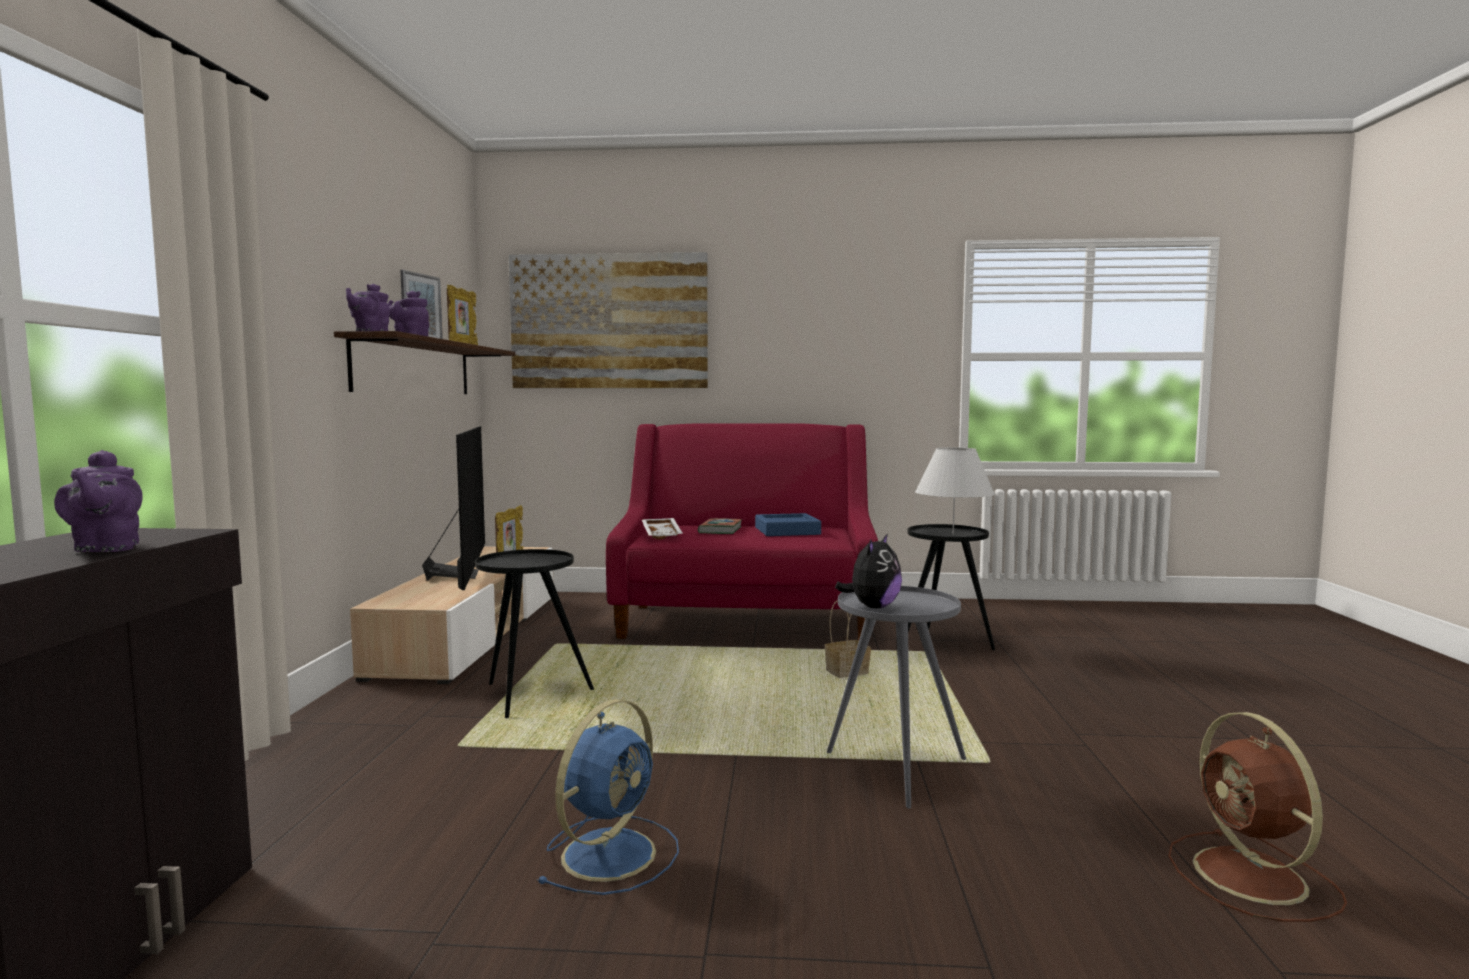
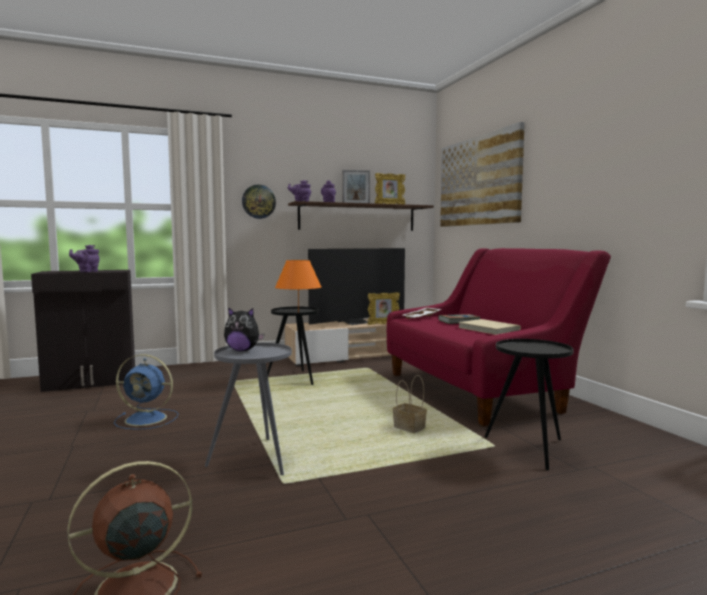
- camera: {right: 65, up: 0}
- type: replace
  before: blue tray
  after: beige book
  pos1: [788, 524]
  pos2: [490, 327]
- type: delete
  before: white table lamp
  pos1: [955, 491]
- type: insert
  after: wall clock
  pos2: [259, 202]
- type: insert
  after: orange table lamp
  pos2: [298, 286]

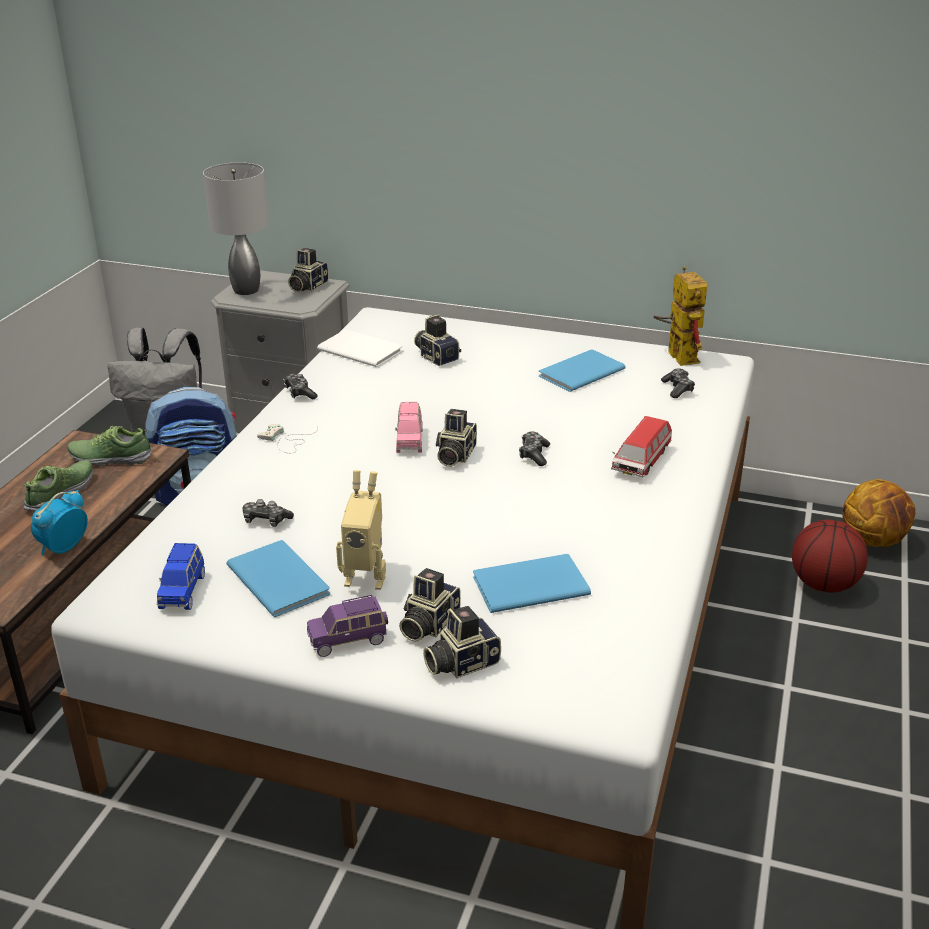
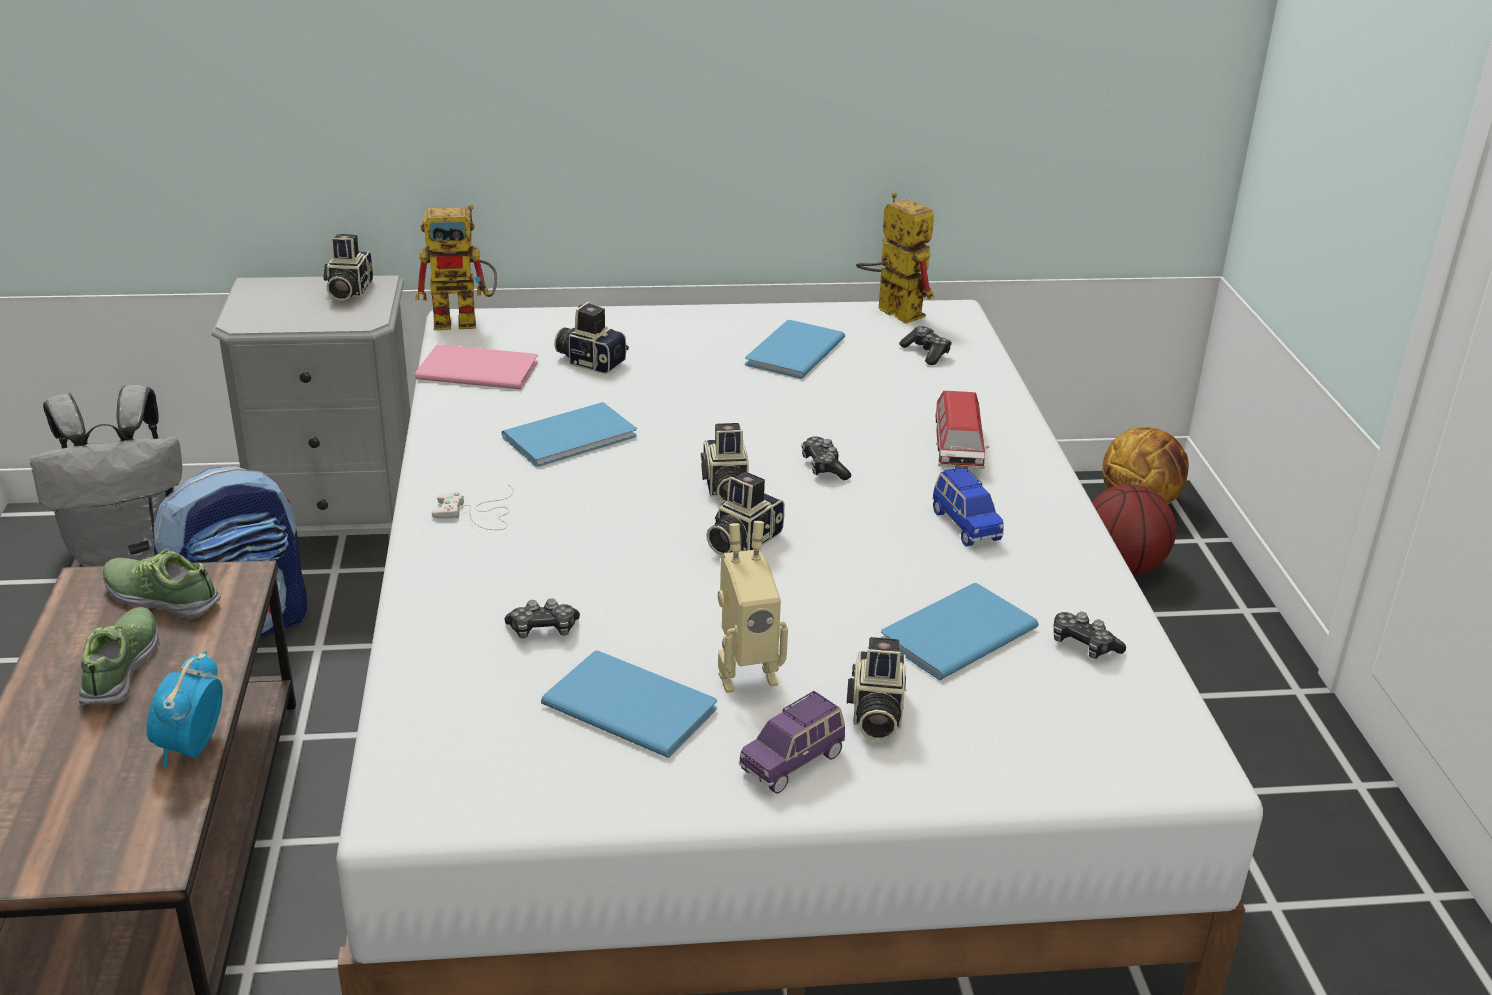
- camera: {right: -25, up: 0}
- type: rotate
  before: shoe
  pos1: [110, 446]
  pos2: [162, 584]
  turn: 45
- type: move
  before: blue toy car
  pos1: [181, 576]
  pos2: [968, 506]
- type: delete
  before: grey table lamp
  pos1: [236, 228]
- type: move
  before: game controller
  pos1: [300, 386]
  pos2: [1089, 635]
- type: recolor
  before: white book
  after: pink book
  pos1: [360, 348]
  pos2: [476, 366]
- type: delete
  before: pink toy car
  pos1: [409, 427]
- type: move
  before: photo camera
  pos1: [462, 642]
  pos2: [745, 513]
- type: insert
  after: toy robot
  pos2: [456, 267]
- type: insert
  after: blue book
  pos2: [569, 434]

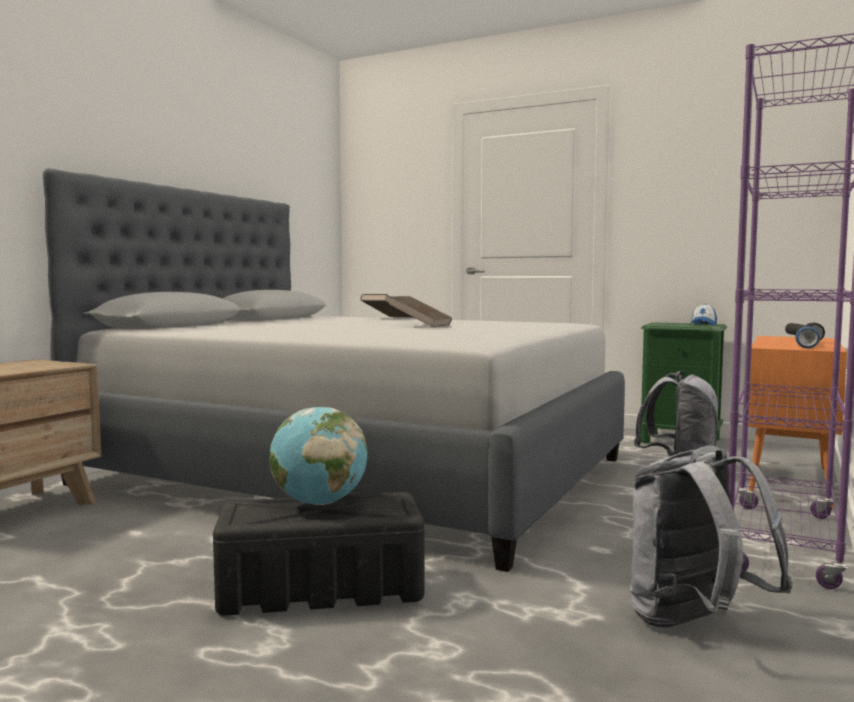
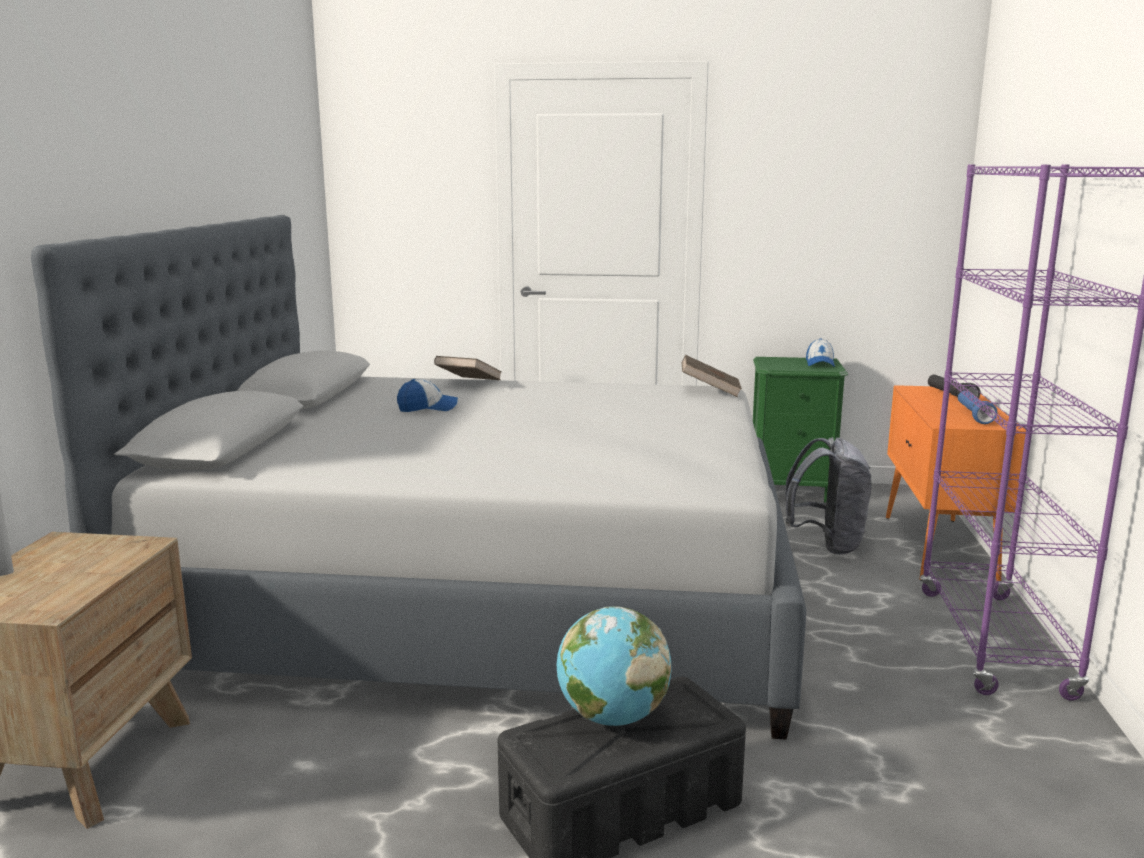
- camera: {right: -20, up: 10}
- type: move
  before: brown book
  pos1: [420, 311]
  pos2: [712, 376]
- type: delete
  before: grey backpack
  pos1: [711, 536]
- type: insert
  after: cap
  pos2: [427, 395]

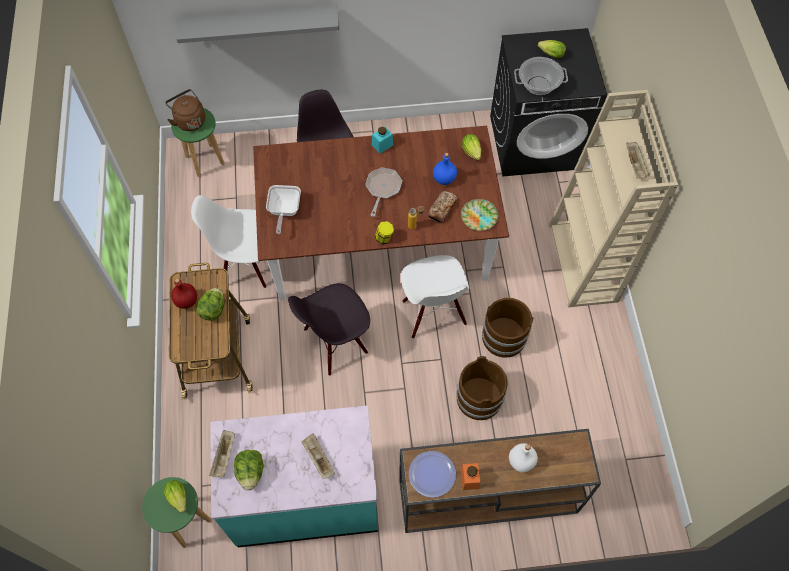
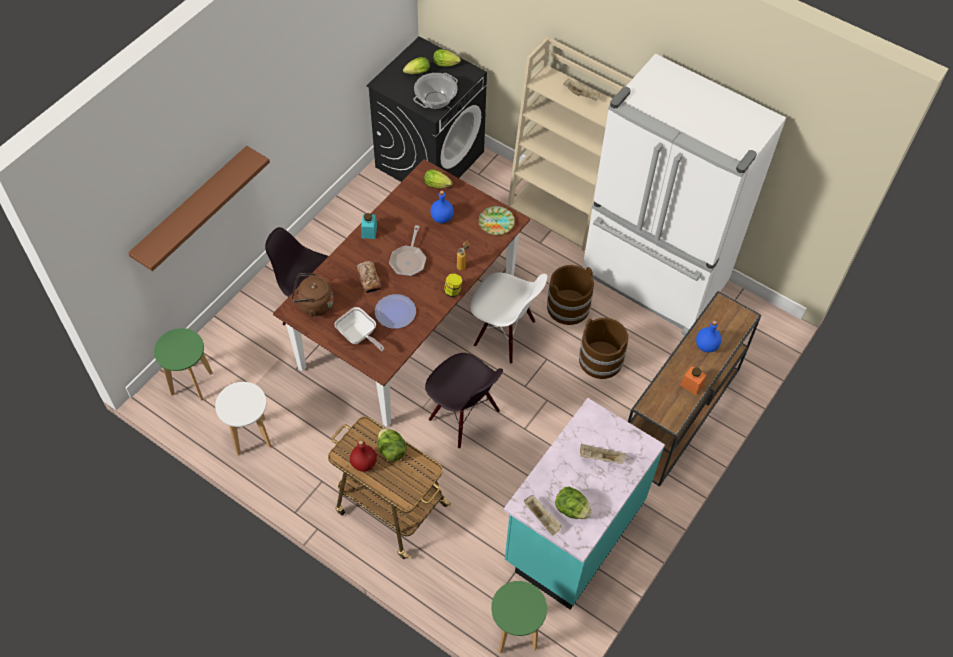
- camera: {right: -50, up: -5}
- type: move
  before: lettuce
  pos1: [174, 496]
  pos2: [447, 58]
- type: move
  before: brown kettle
  pos1: [185, 110]
  pos2: [313, 295]
- type: recolor
  before: grey shelf
  after: brown shelf
  pos1: [257, 24]
  pos2: [199, 208]
- type: delete
  before: white chair
  pos1: [228, 241]
- type: rotate
  before: black chair
  pos1: [329, 329]
  pos2: [464, 401]
  turn: -60
- type: rotate
  before: frying pan
  pos1: [384, 192]
  pos2: [407, 250]
  turn: -135
- type: move
  before: plate
  pos1: [432, 474]
  pos2: [395, 311]
- type: move
  before: bread
  pos1: [443, 207]
  pos2: [368, 277]
- type: recolor
  before: white bottle
  after: blue bottle
  pos1: [523, 457]
  pos2: [708, 336]
- type: insert
  after: white stool
  pos2: [243, 419]
- type: insert
  after: white fridge
  pos2: [684, 195]

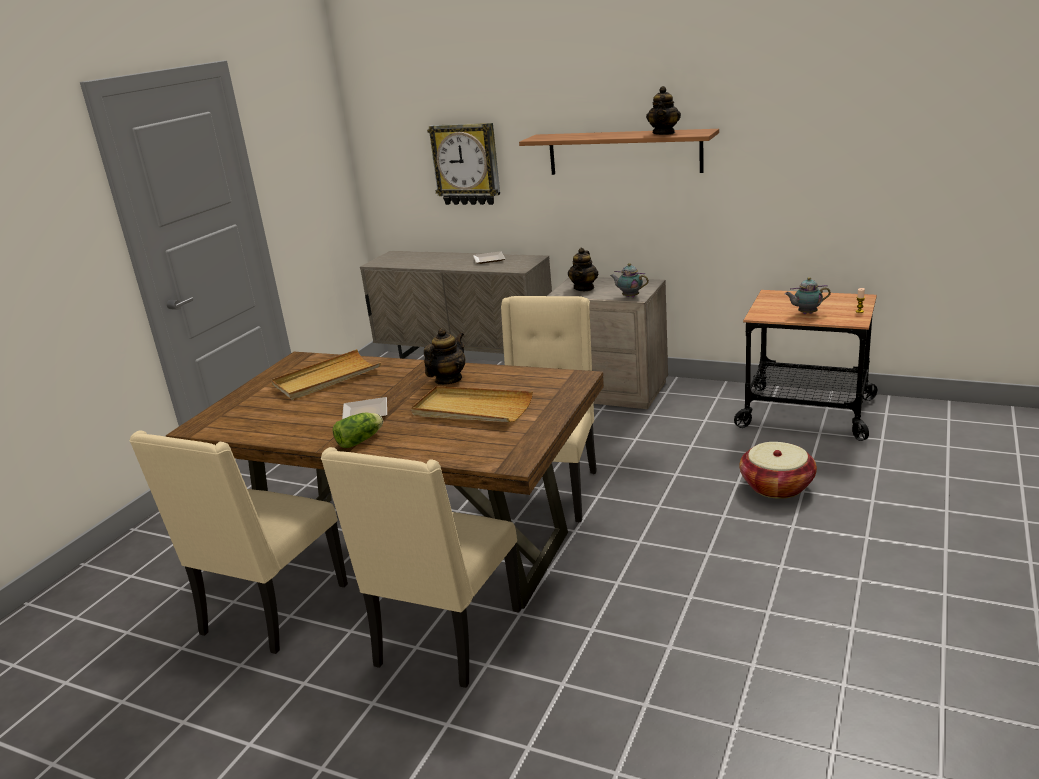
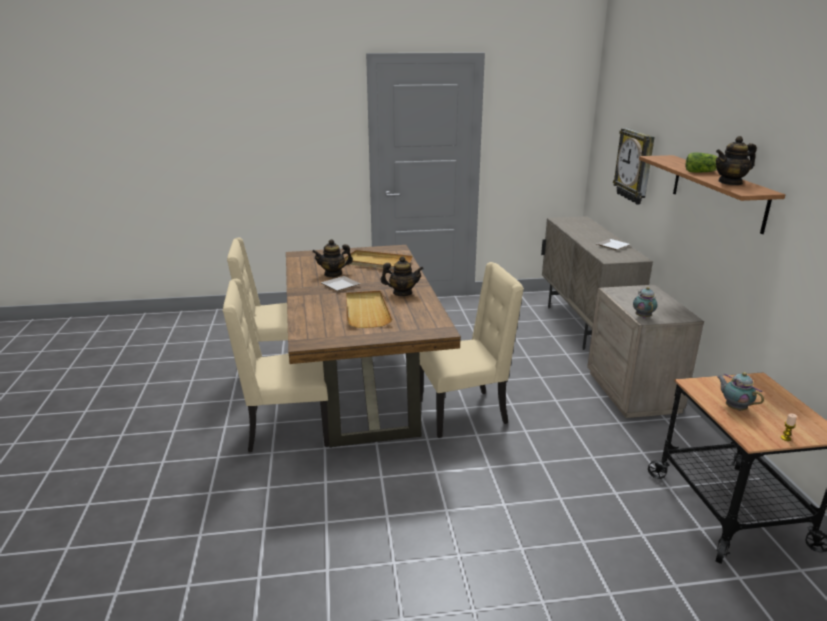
- camera: {right: 55, up: 0}
- type: move
  before: lettuce
  pos1: [358, 430]
  pos2: [701, 162]
- type: move
  before: teapot
  pos1: [583, 269]
  pos2: [332, 258]
- type: delete
  before: basket
  pos1: [778, 470]

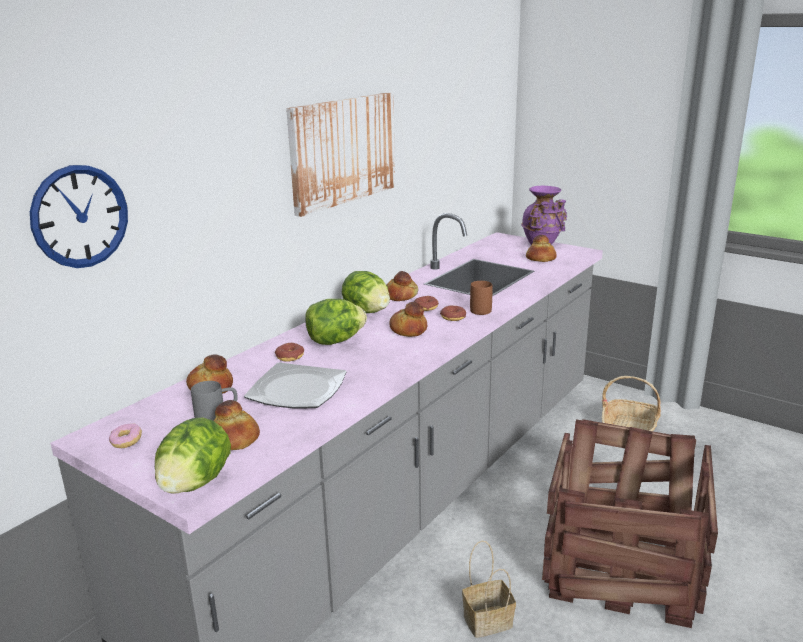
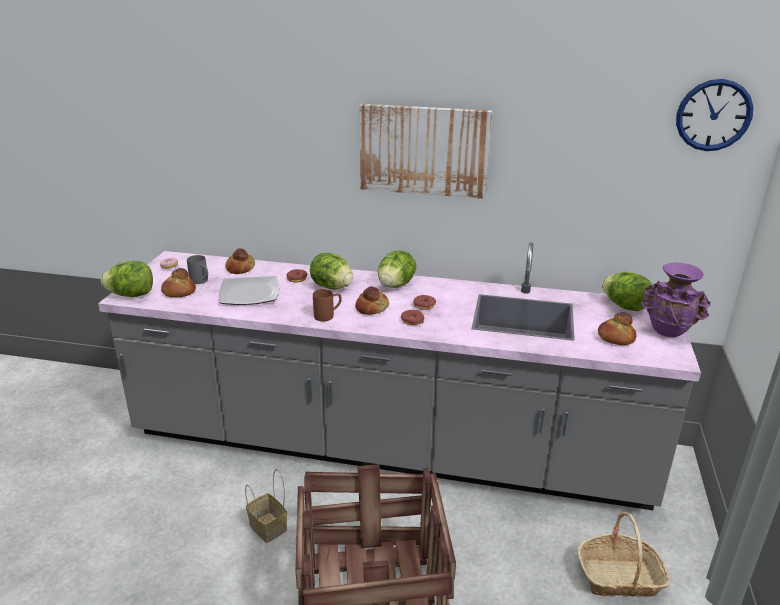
- camera: {right: 65, up: 5}
- type: move
  before: wall clock
  pos1: [79, 216]
  pos2: [715, 115]
- type: delete
  before: bread
  pos1: [402, 286]
- type: move
  before: brown mug
  pos1: [481, 298]
  pos2: [327, 305]
- type: insert
  after: lettuce
  pos2: [627, 291]

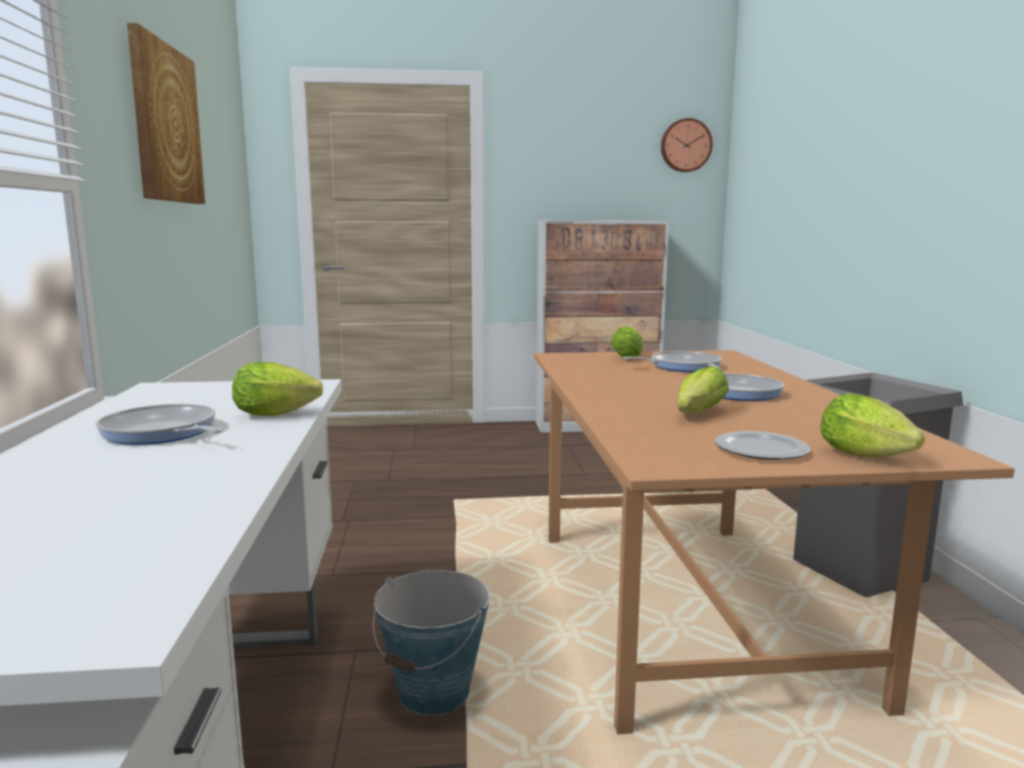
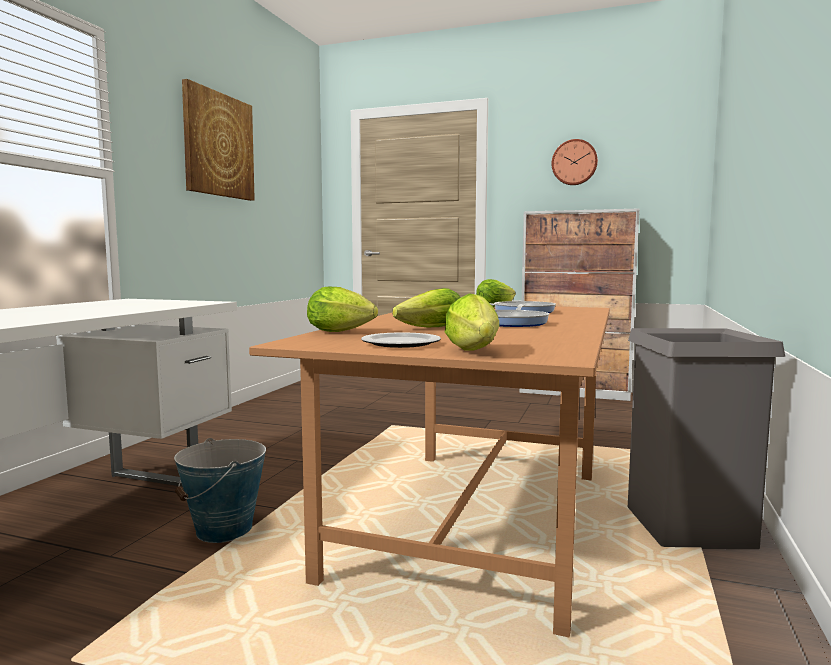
- camera: {right: 25, up: -5}
- type: delete
  before: frying pan
  pos1: [159, 424]
- type: move
  before: lettuce
  pos1: [277, 389]
  pos2: [342, 309]
- type: move
  before: wall clock
  pos1: [687, 145]
  pos2: [575, 162]

